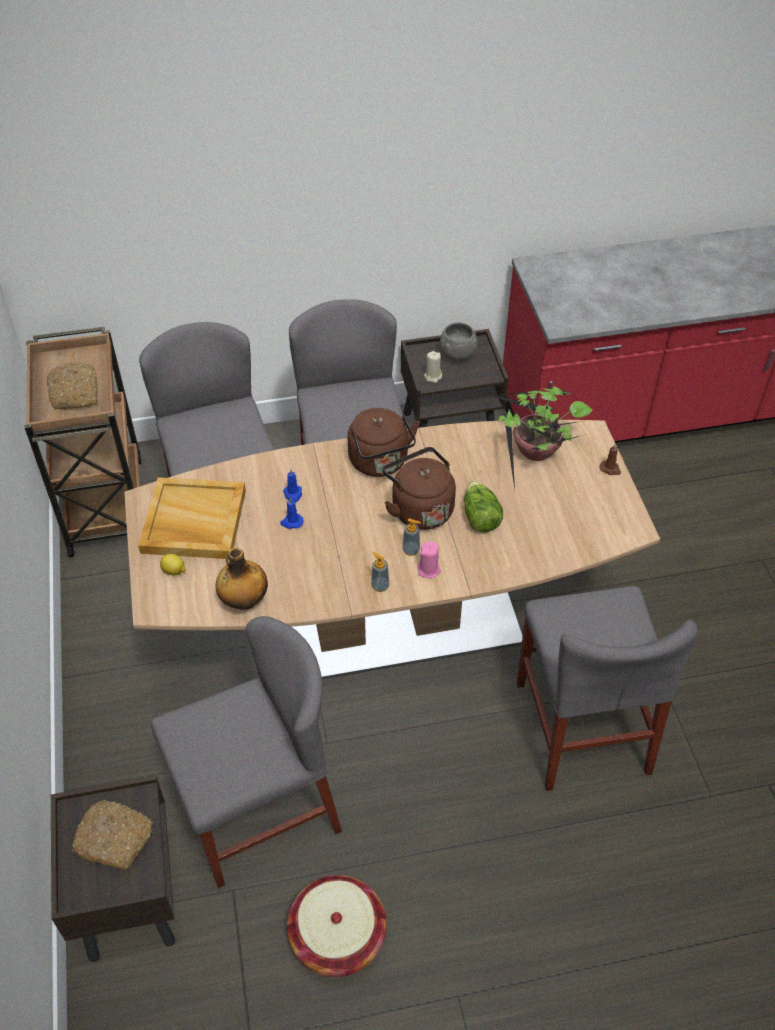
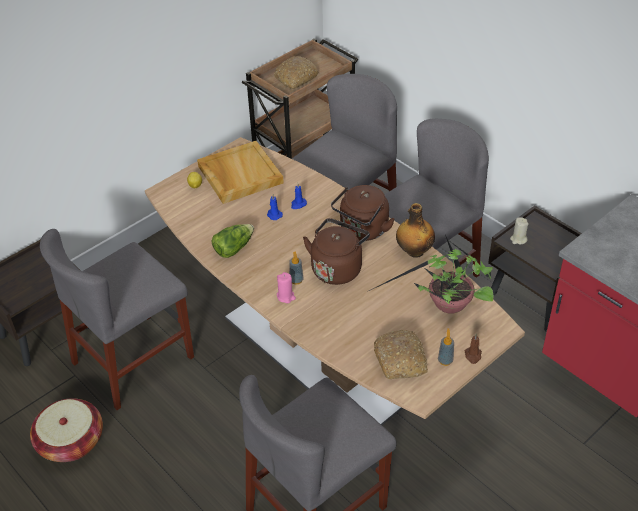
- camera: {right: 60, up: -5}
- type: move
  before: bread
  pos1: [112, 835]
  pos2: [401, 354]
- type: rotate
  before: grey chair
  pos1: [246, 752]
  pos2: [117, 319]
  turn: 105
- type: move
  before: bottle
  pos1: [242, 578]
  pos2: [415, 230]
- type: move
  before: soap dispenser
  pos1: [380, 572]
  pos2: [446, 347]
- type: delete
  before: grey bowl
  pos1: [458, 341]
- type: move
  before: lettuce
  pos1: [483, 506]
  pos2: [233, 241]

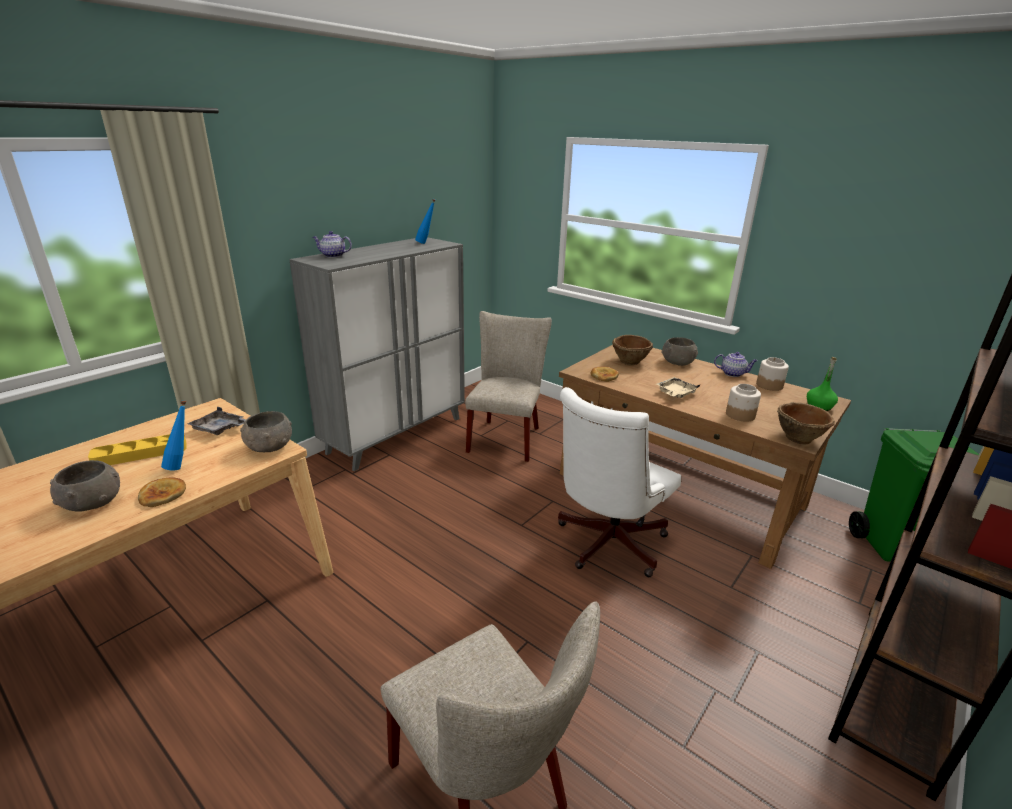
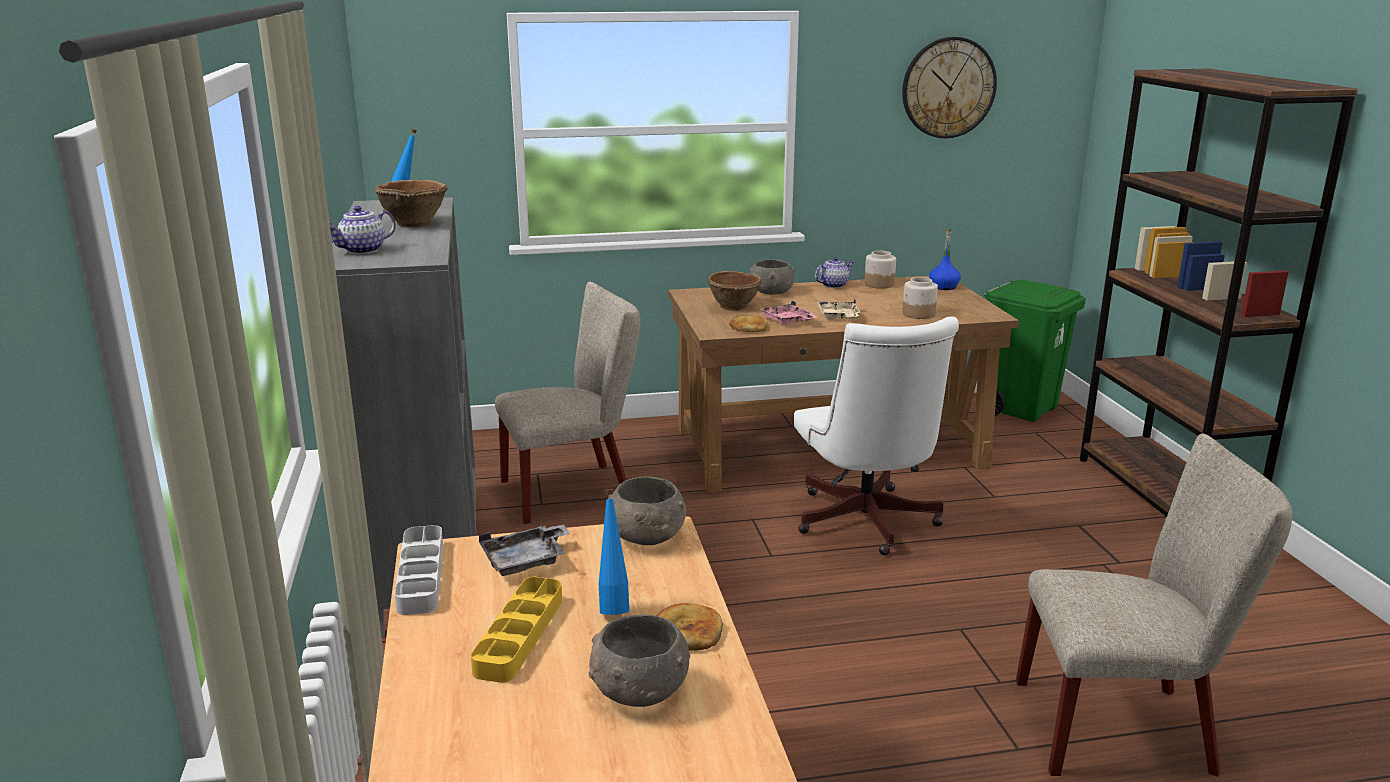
- camera: {right: -50, up: -5}
- type: rotate
  before: beige chair
  pos1: [508, 386]
  pos2: [567, 403]
  turn: 105
- type: move
  before: brown bowl
  pos1: [806, 423]
  pos2: [411, 203]
- type: recolor
  before: green bottle
  after: blue bottle
  pos1: [822, 384]
  pos2: [945, 259]
- type: insert
  after: grey tray
  pos2: [419, 570]
- type: insert
  after: pink tray
  pos2: [789, 313]
- type: insert
  after: wall clock
  pos2: [949, 87]

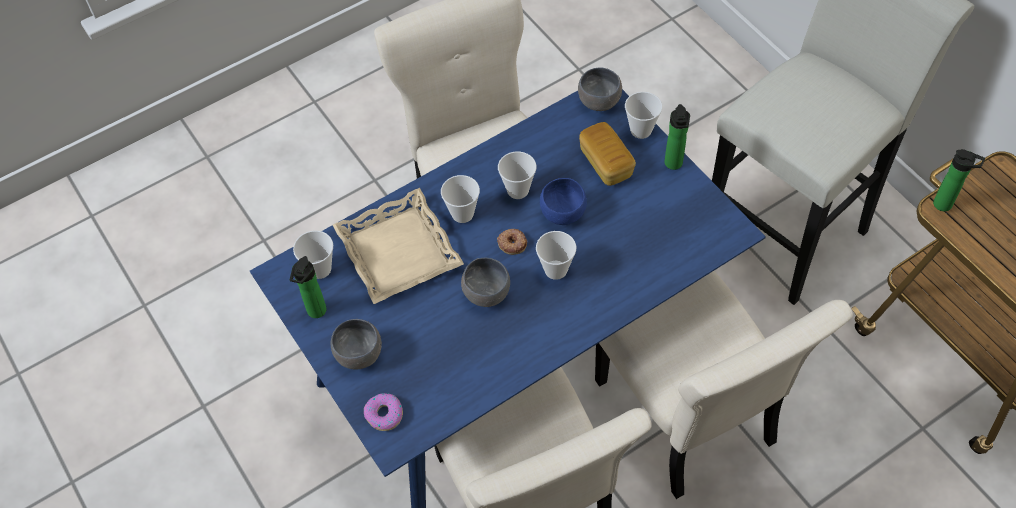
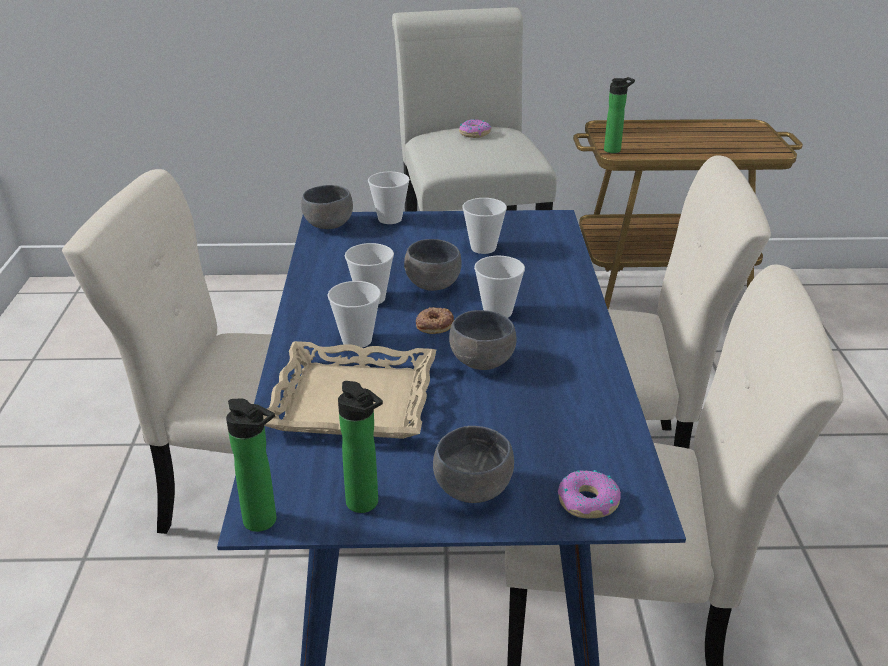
- camera: {right: -60, up: -25}
- type: move
  before: cup
  pos1: [313, 255]
  pos2: [484, 226]
- type: recolor
  before: blue bowl
  after: grey bowl
  pos1: [563, 201]
  pos2: [433, 265]
- type: delete
  before: bread
  pos1: [607, 154]
- type: move
  before: bottle
  pos1: [677, 137]
  pos2: [251, 465]
- type: insert
  after: donut
  pos2: [475, 128]

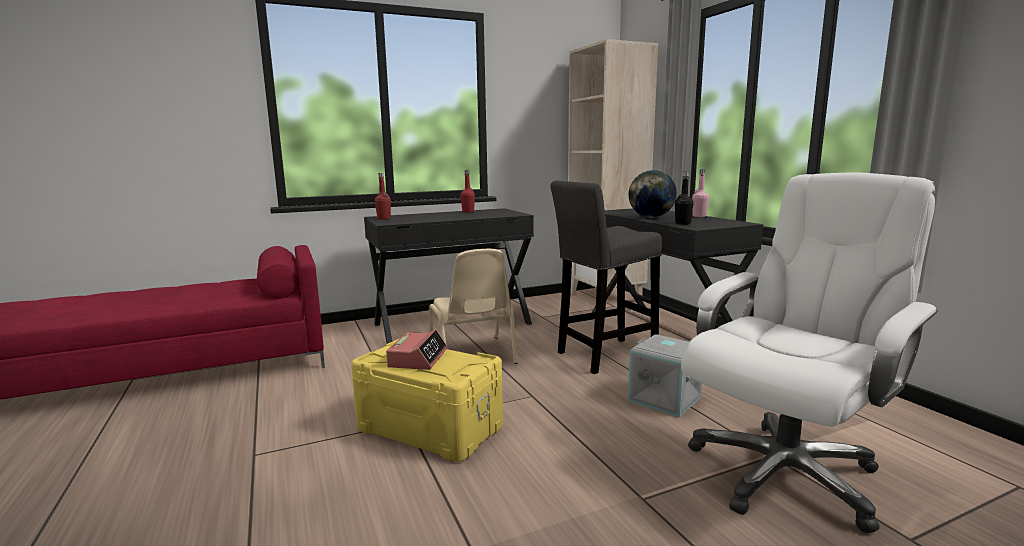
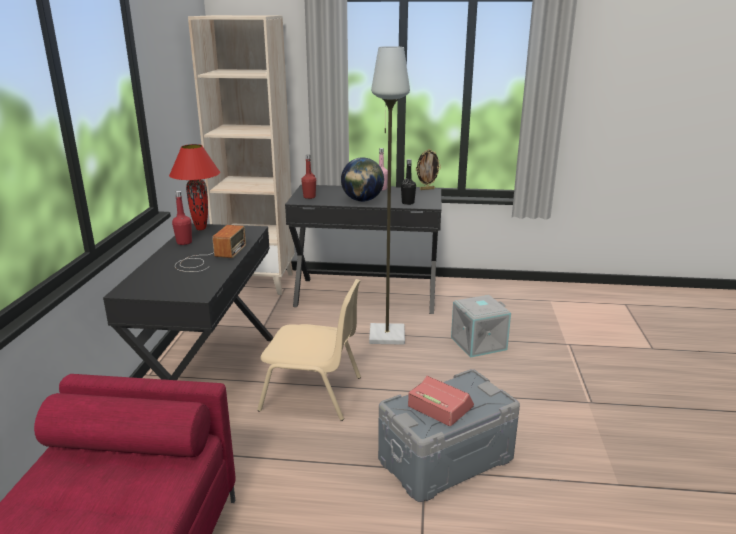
- camera: {right: -60, up: 10}
- type: recolor
  before: yellow storage box
  after: grey storage box
  pos1: [427, 400]
  pos2: [449, 435]
- type: move
  before: red bottle
  pos1: [383, 196]
  pos2: [308, 176]
- type: replace
  before: grey stool
  after: grey floor lamp
  pos1: [606, 277]
  pos2: [389, 195]
- type: delete
  before: white office chair
  pos1: [809, 353]
- type: insert
  after: red table lamp
  pos2: [194, 187]
- type: insert
  after: radio
  pos2: [210, 248]
- type: insert
  after: picture frame
  pos2: [428, 169]

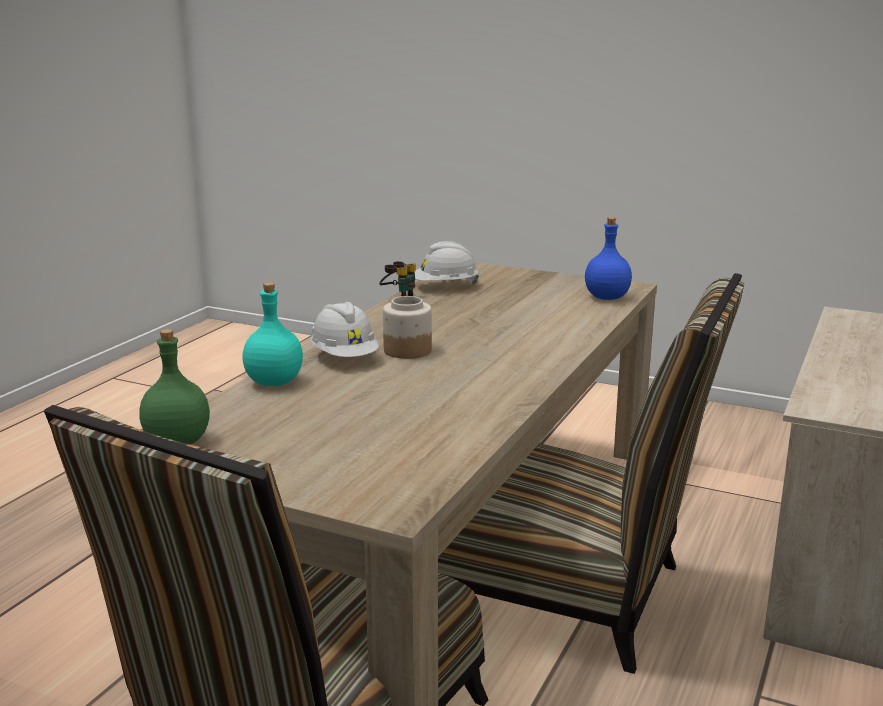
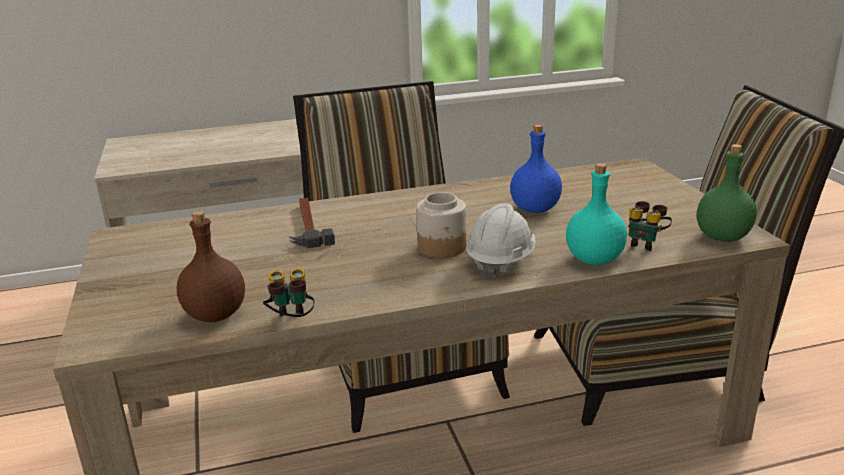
- camera: {right: -130, up: 5}
- type: replace
  before: white hard hat
  after: brown bottle
  pos1: [446, 262]
  pos2: [211, 266]
- type: move
  before: blue bottle
  pos1: [608, 258]
  pos2: [536, 168]
- type: insert
  after: hammer
  pos2: [311, 223]
- type: insert
  after: binoculars
  pos2: [650, 226]

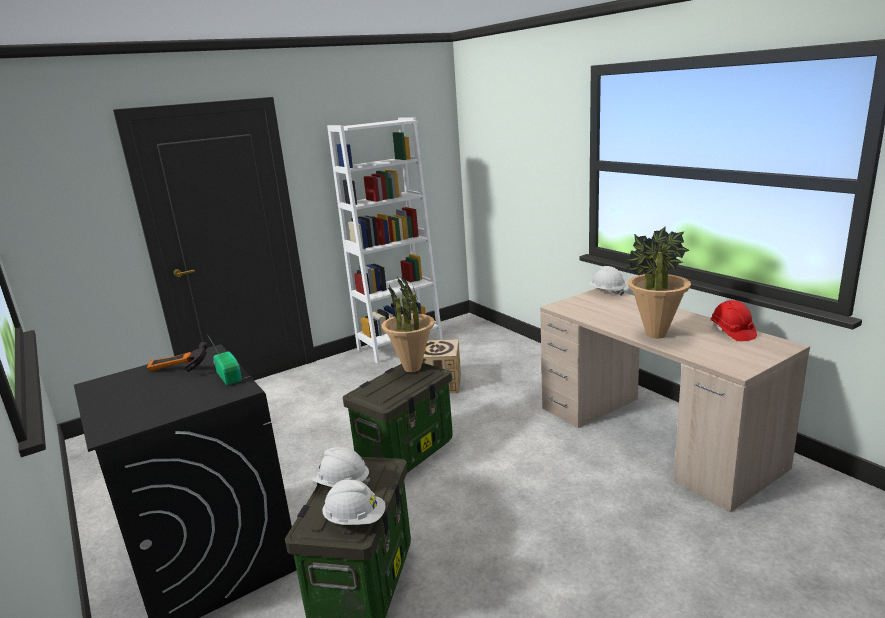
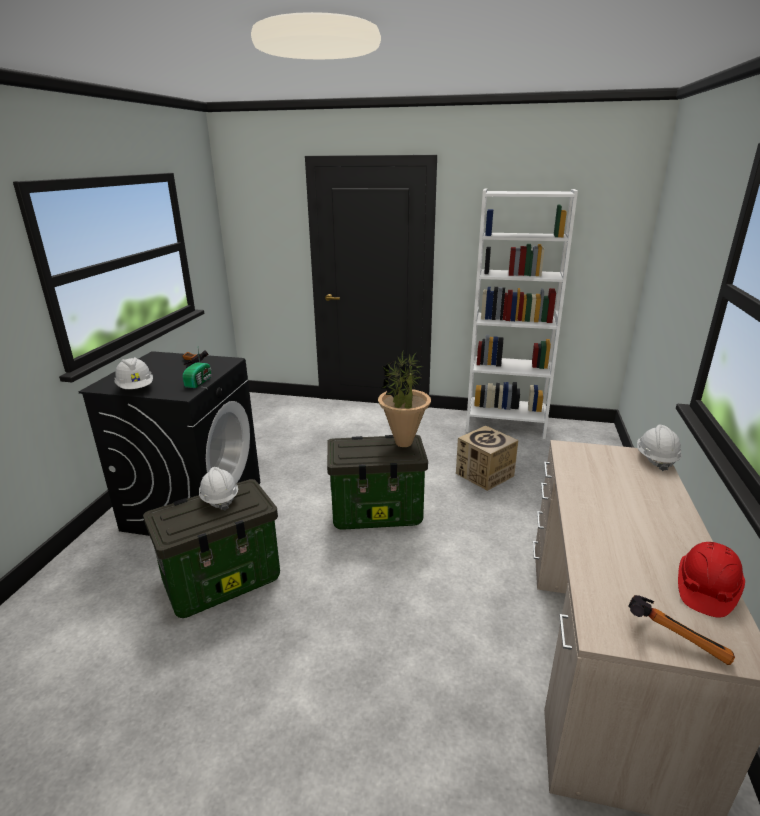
- camera: {right: 45, up: 5}
- type: move
  before: white hard hat
  pos1: [354, 502]
  pos2: [133, 373]
- type: delete
  before: potted plant
  pos1: [658, 282]
- type: insert
  after: hammer
  pos2: [681, 630]

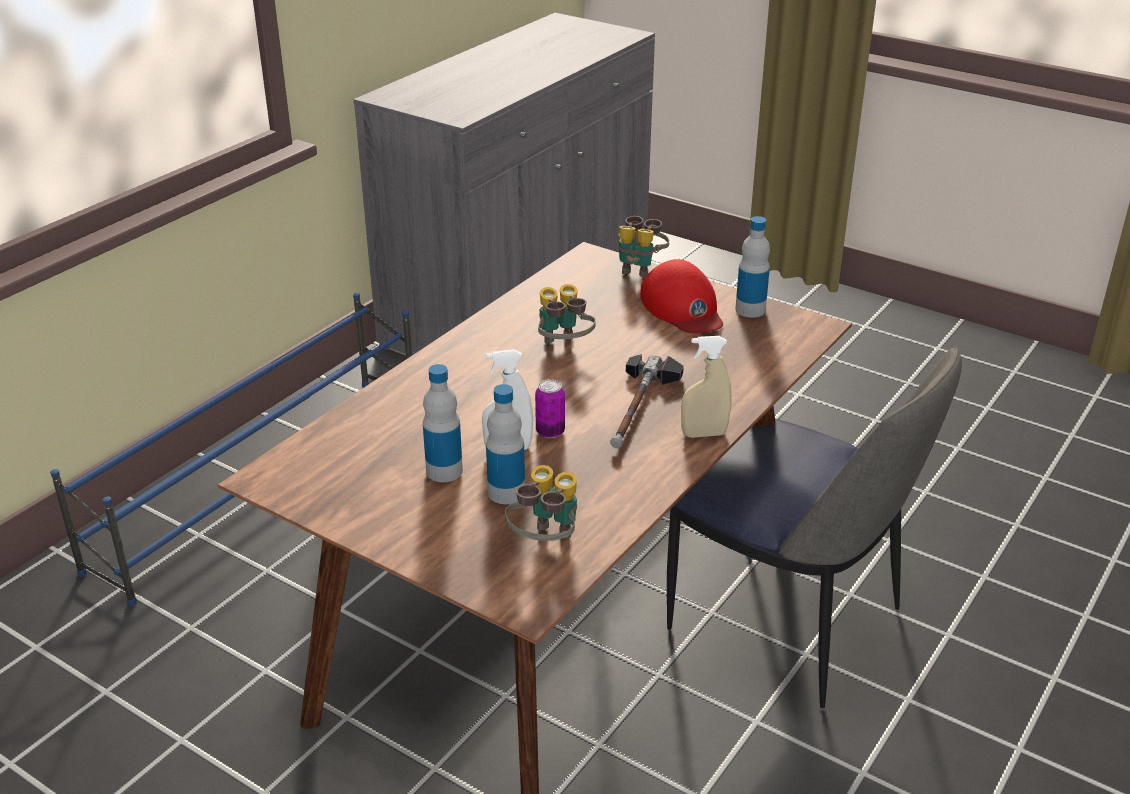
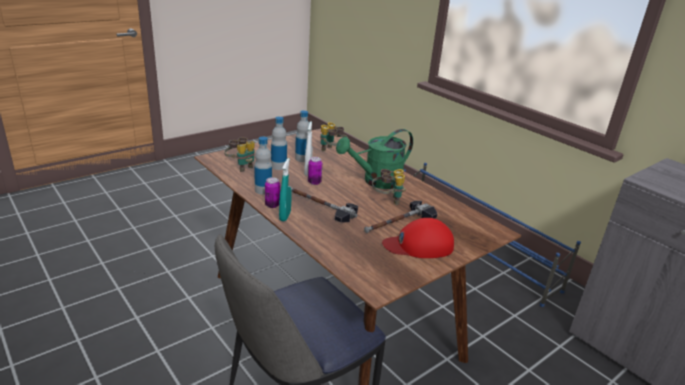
- camera: {right: 105, up: -5}
- type: move
  before: binoculars
  pos1: [643, 247]
  pos2: [334, 136]
- type: recolor
  before: beige spray bottle
  after: turquoise spray bottle
  pos1: [706, 387]
  pos2: [285, 189]
- type: move
  before: bottle
  pos1: [752, 267]
  pos2: [263, 166]
- type: insert
  after: can
  pos2: [272, 192]
- type: insert
  after: green watering can
  pos2: [374, 159]
- type: insert
  after: hammer
  pos2: [400, 217]

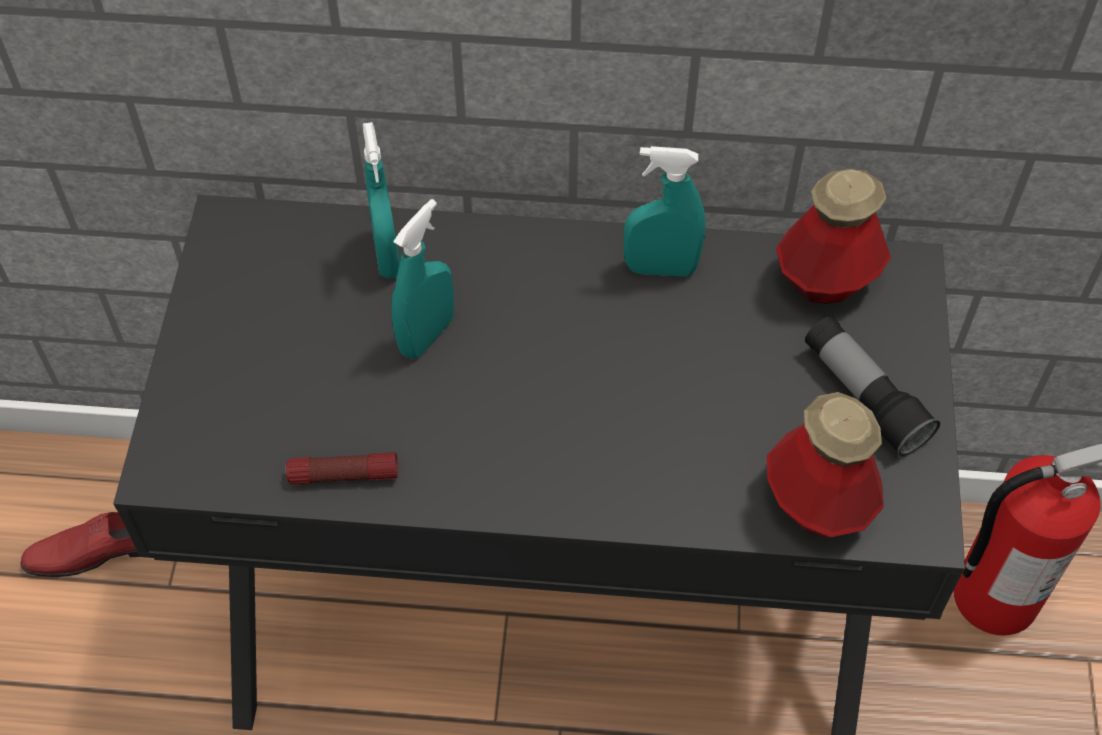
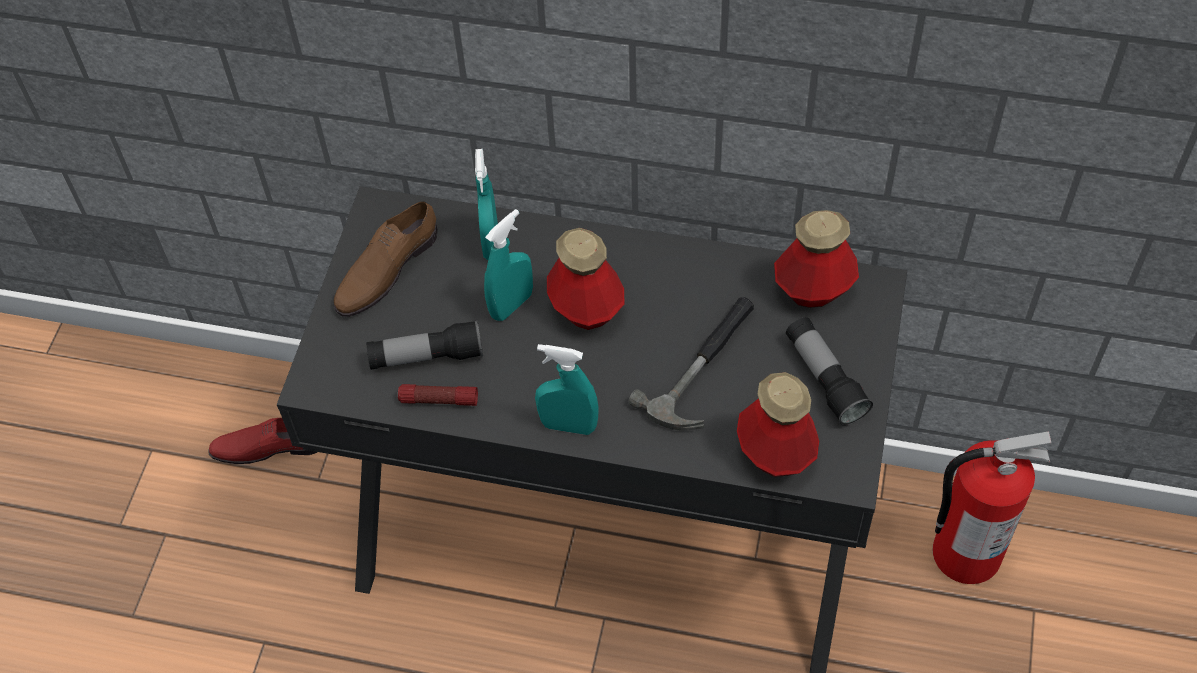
- camera: {right: 10, up: 0}
- type: move
  before: turquoise spray bottle
  pos1: [665, 211]
  pos2: [566, 389]
- type: insert
  after: brown shoe
  pos2: [386, 259]
- type: insert
  after: flashlight
  pos2: [424, 345]
- type: insert
  after: bottle
  pos2: [586, 279]
- type: insert
  after: hammer
  pos2: [691, 364]

